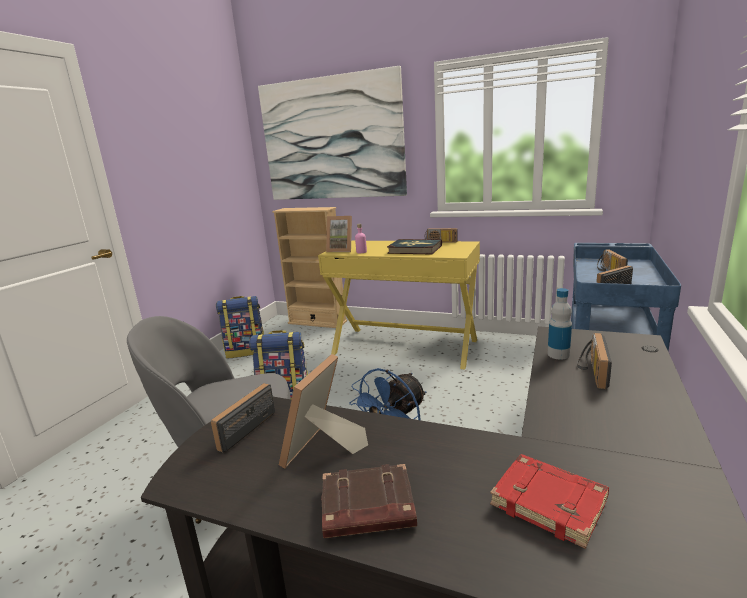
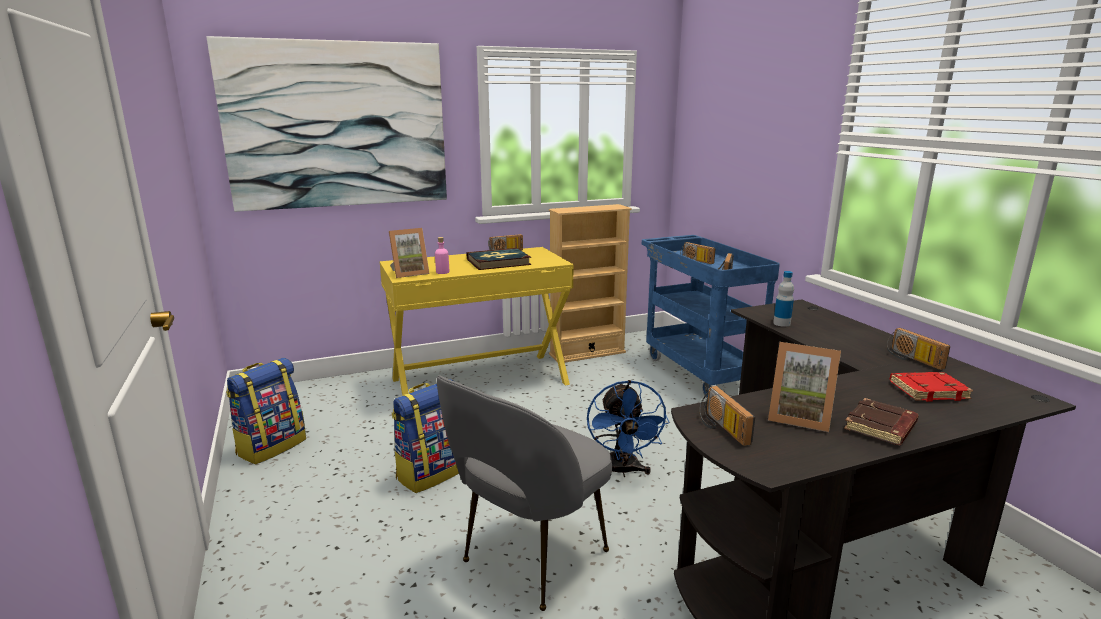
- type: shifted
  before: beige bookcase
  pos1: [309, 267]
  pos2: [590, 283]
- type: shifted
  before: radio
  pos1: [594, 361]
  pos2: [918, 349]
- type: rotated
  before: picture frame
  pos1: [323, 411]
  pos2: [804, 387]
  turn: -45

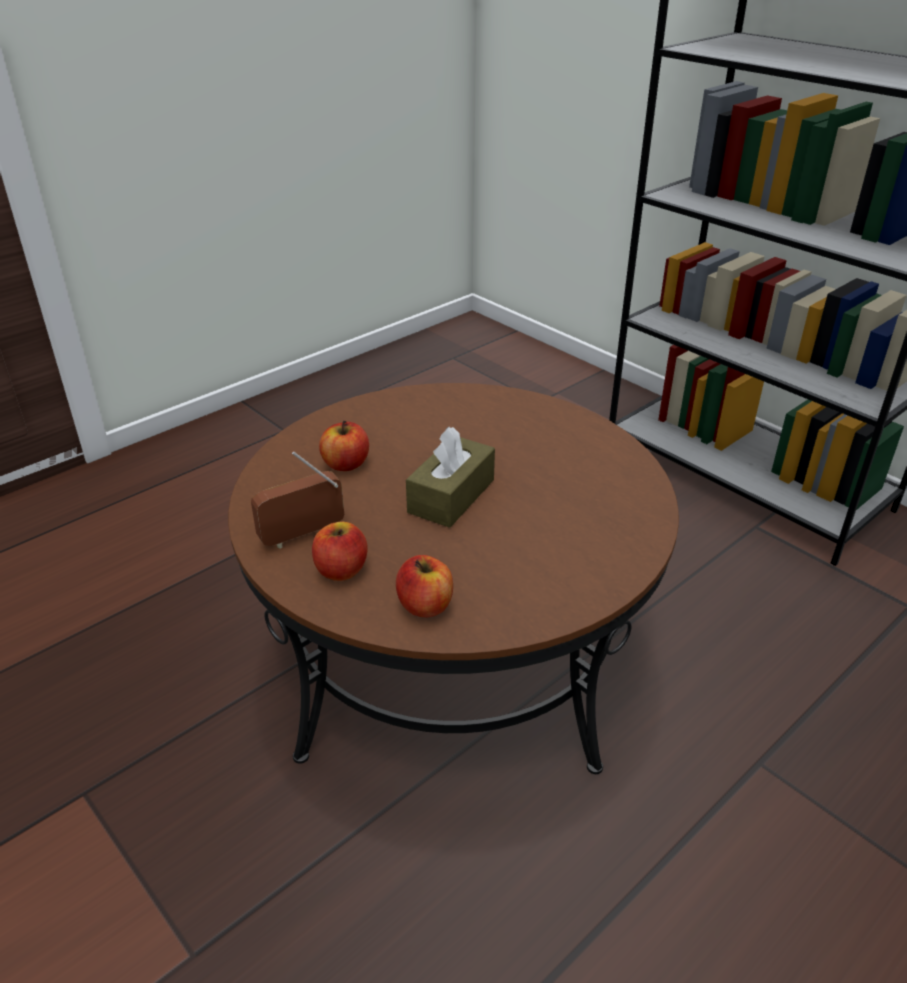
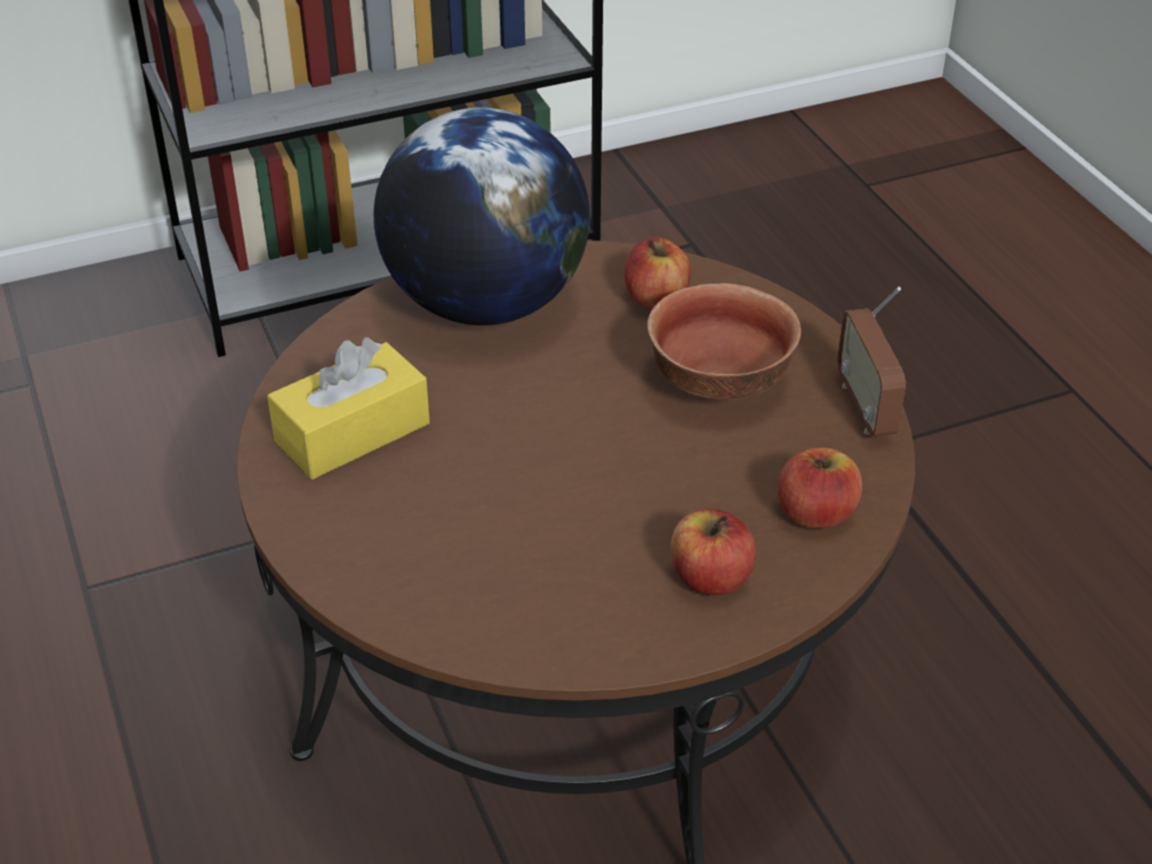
- type: gone
  before: brown tissue box
  pos1: [450, 477]
- type: new
  after: yellow tissue box
  pos2: [348, 409]
- type: new
  after: globe
  pos2: [482, 216]
- type: new
  after: bowl
  pos2: [724, 342]
- type: shifted
  before: radio
  pos1: [297, 500]
  pos2: [871, 362]
- type: shifted
  before: apple
  pos1: [344, 445]
  pos2: [657, 273]

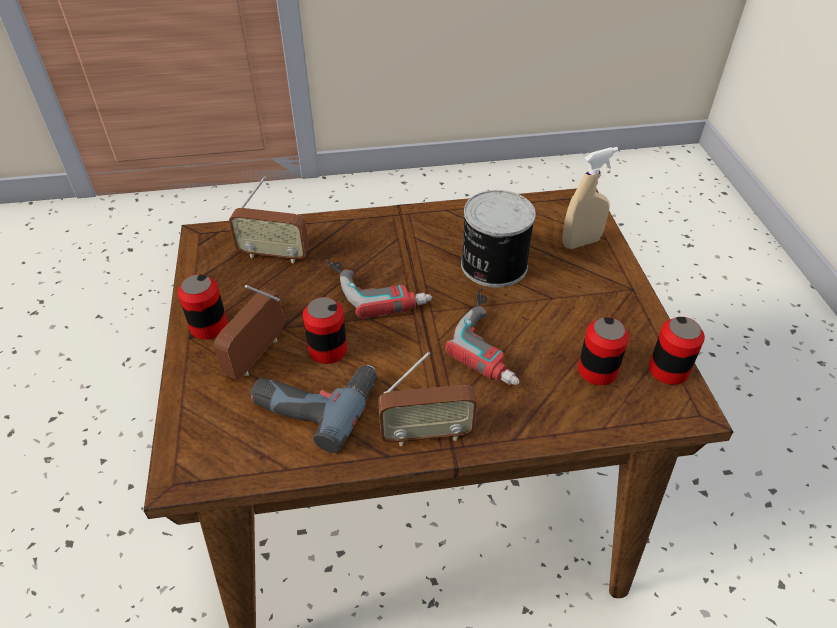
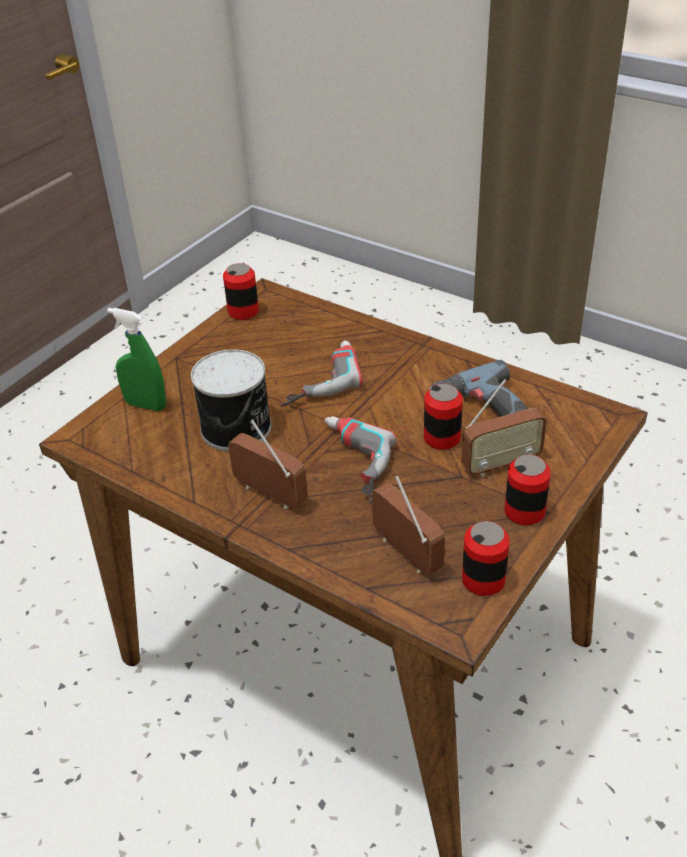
- type: shifted
  before: radio
  pos1: [427, 399]
  pos2: [268, 465]
- type: shifted
  before: can
  pos1: [603, 351]
  pos2: [486, 558]
- type: repainted
  before: beige spray bottle
  after: green spray bottle
  pos1: [590, 198]
  pos2: [136, 359]

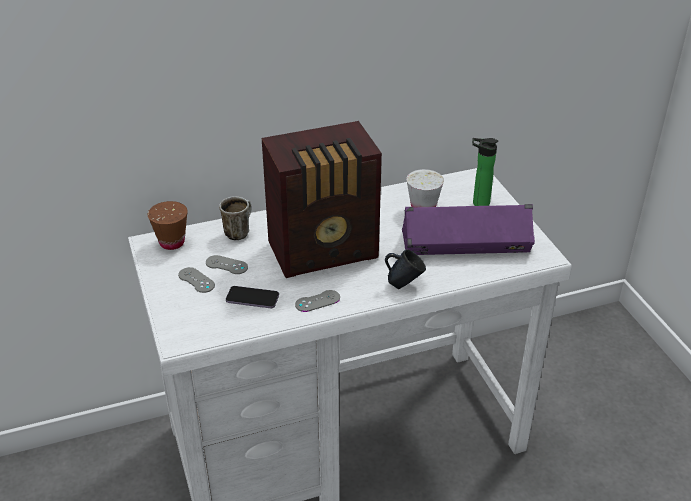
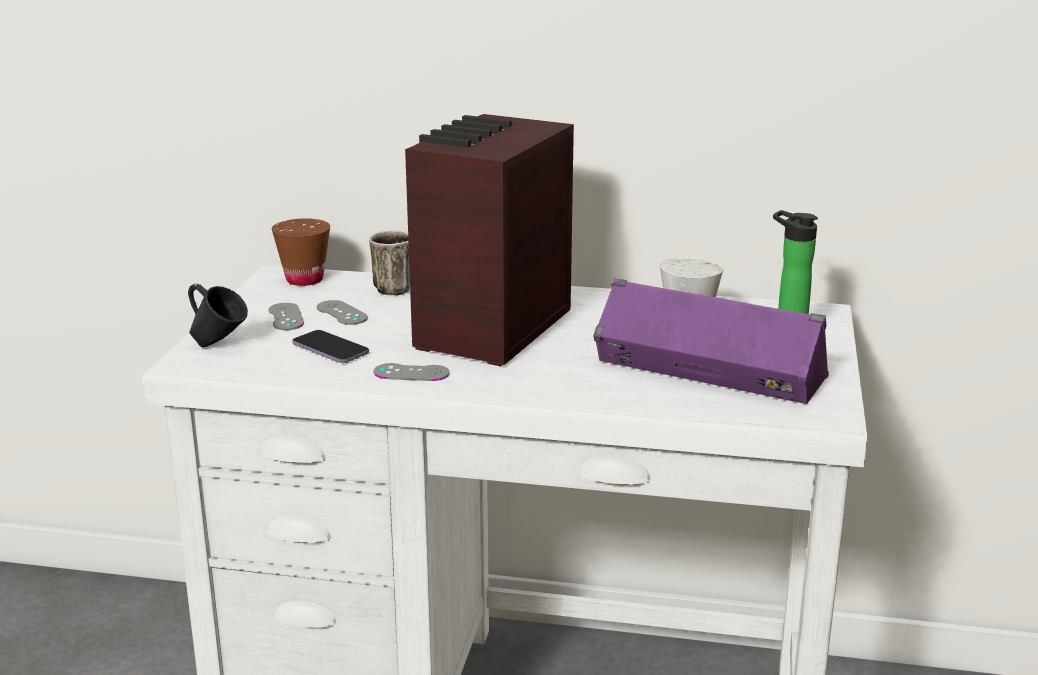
- type: shifted
  before: blue mug
  pos1: [405, 269]
  pos2: [218, 316]
- type: rotated
  before: radio
  pos1: [322, 199]
  pos2: [489, 240]
  turn: 105

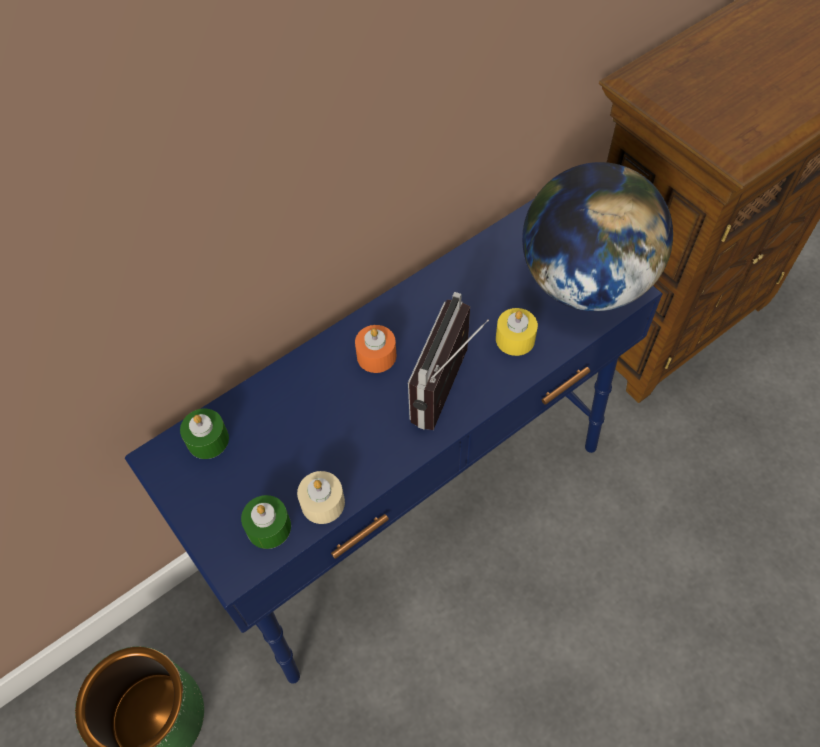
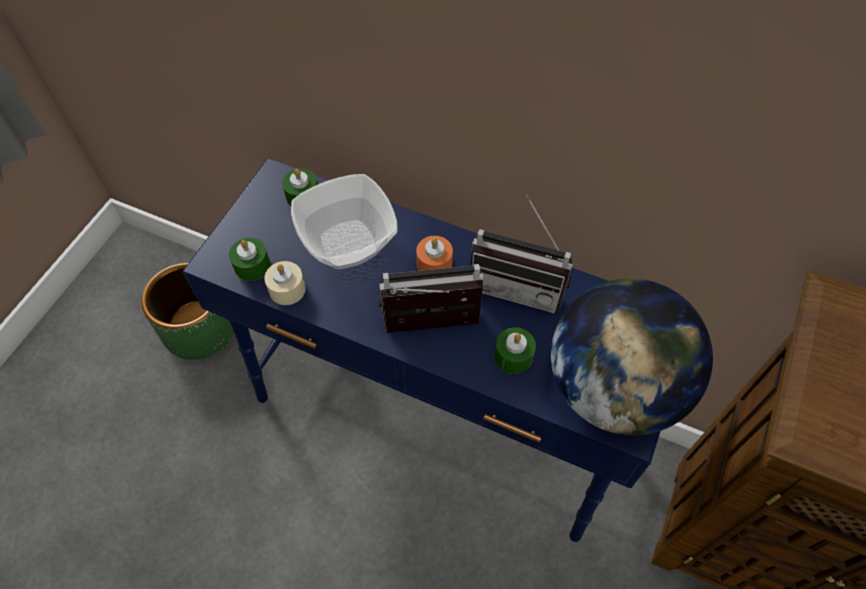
- type: new
  after: bowl
  pos2: [344, 221]
- type: new
  after: radio
  pos2: [521, 254]
- type: repainted
  before: yellow candle
  after: green candle
  pos1: [517, 332]
  pos2: [515, 350]

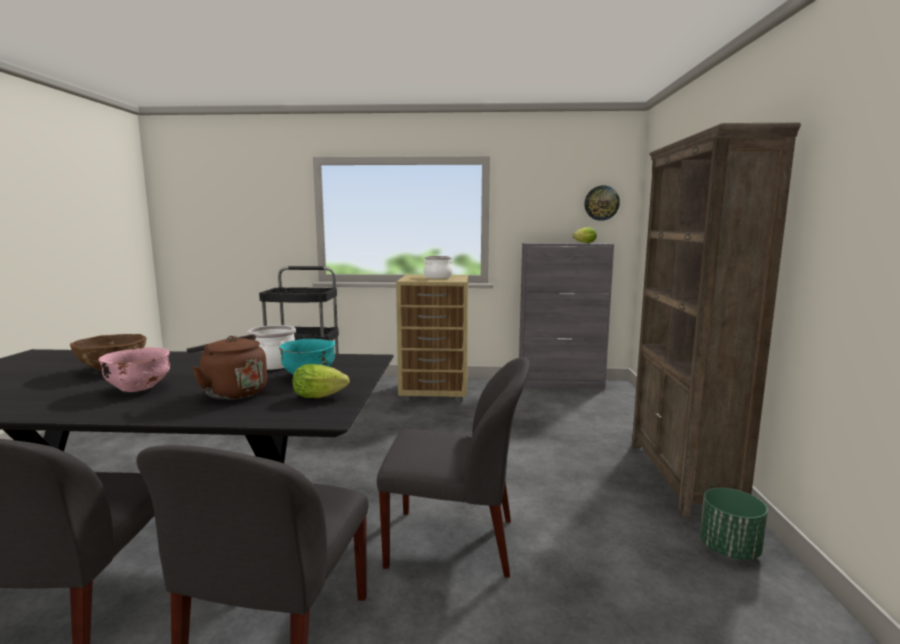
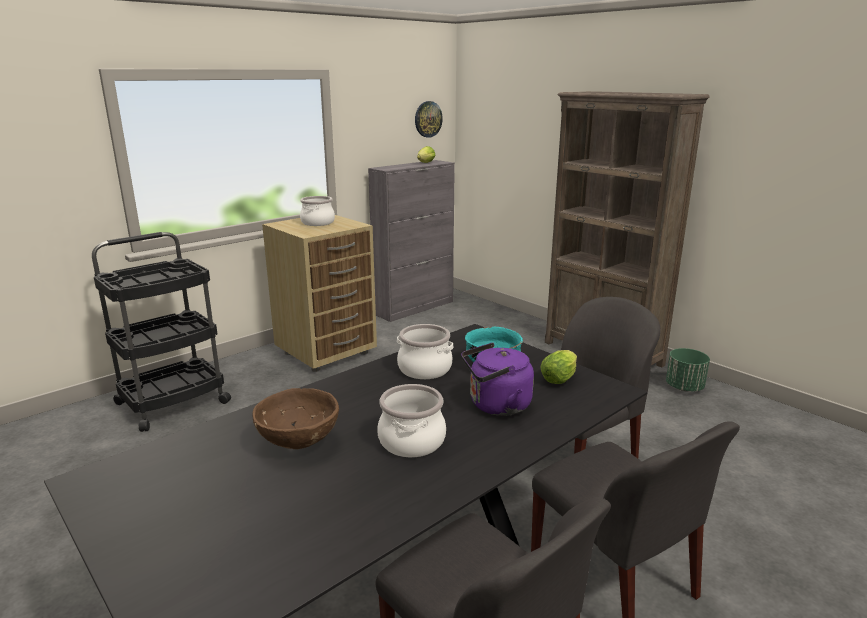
- type: swapped
  before: pink bowl
  after: cooking pot
  pos1: [134, 369]
  pos2: [411, 420]
- type: repainted
  before: brown kettle
  after: purple kettle
  pos1: [227, 367]
  pos2: [497, 379]

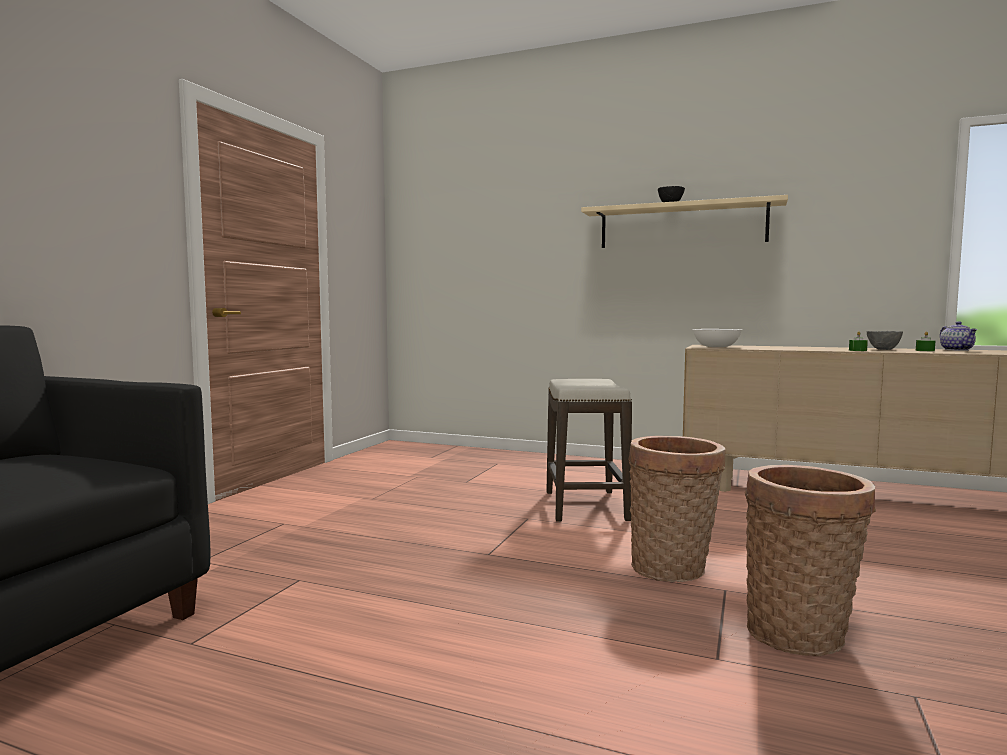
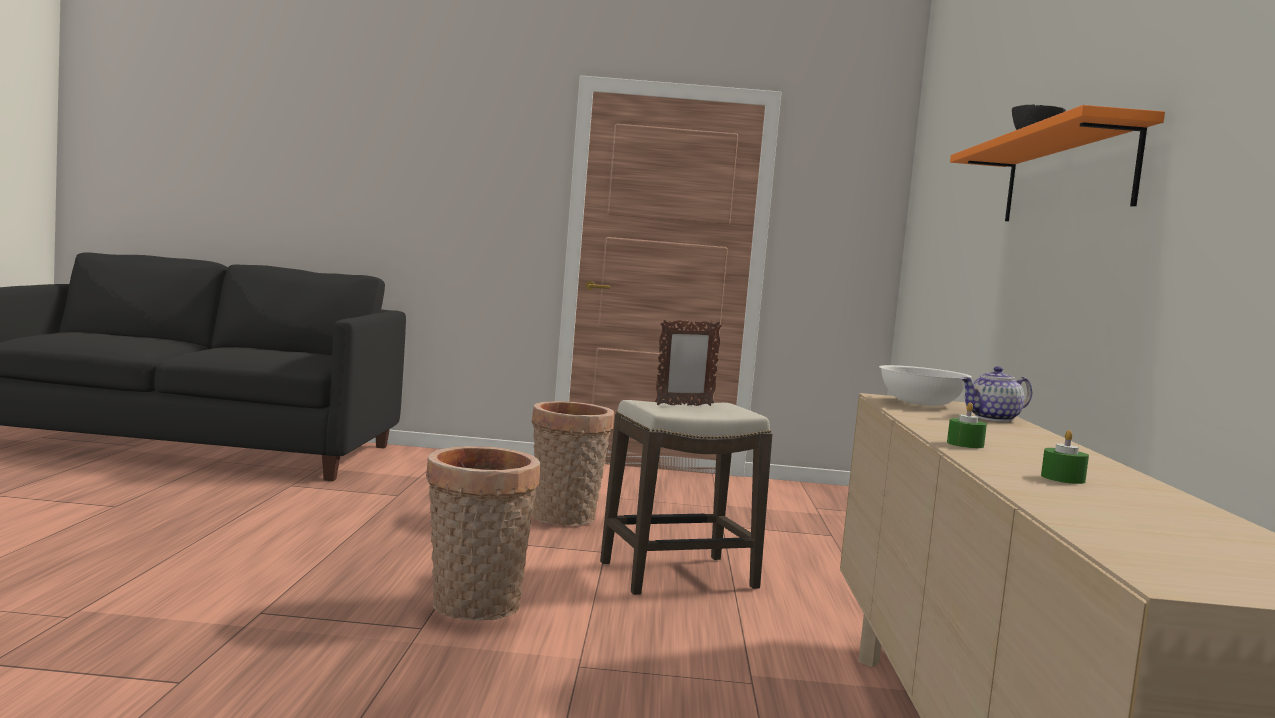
- type: gone
  before: grey bowl
  pos1: [885, 340]
- type: new
  after: picture frame
  pos2: [688, 362]
- type: shifted
  before: basket
  pos1: [810, 560]
  pos2: [573, 463]
- type: shifted
  before: teapot
  pos1: [959, 336]
  pos2: [996, 394]
- type: repainted
  before: beige shelf
  after: orange shelf
  pos1: [684, 221]
  pos2: [1057, 163]

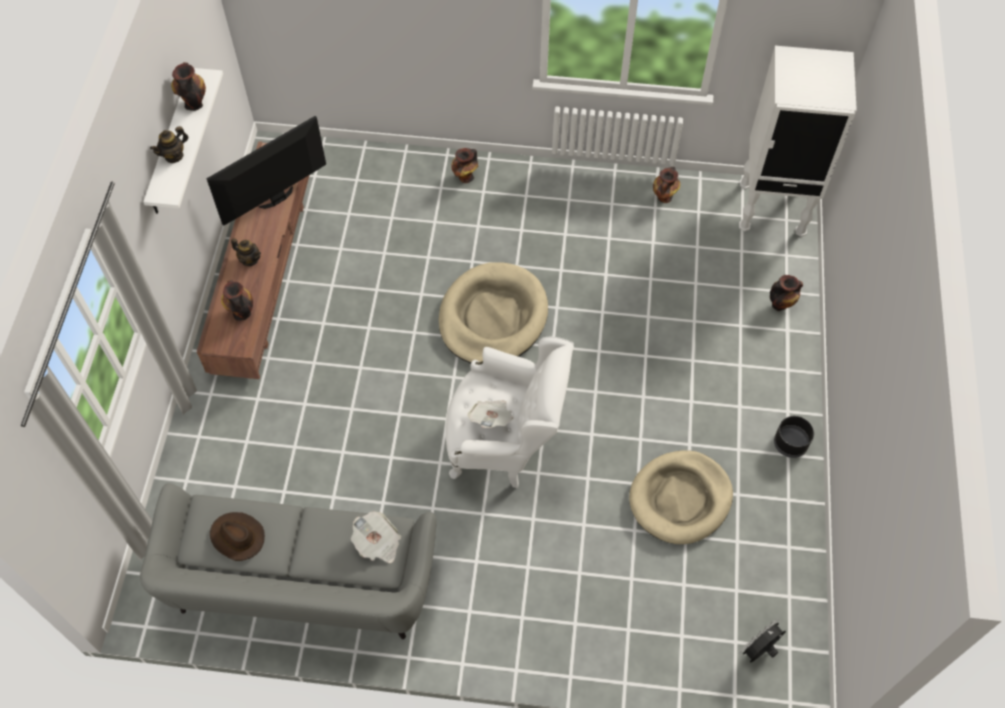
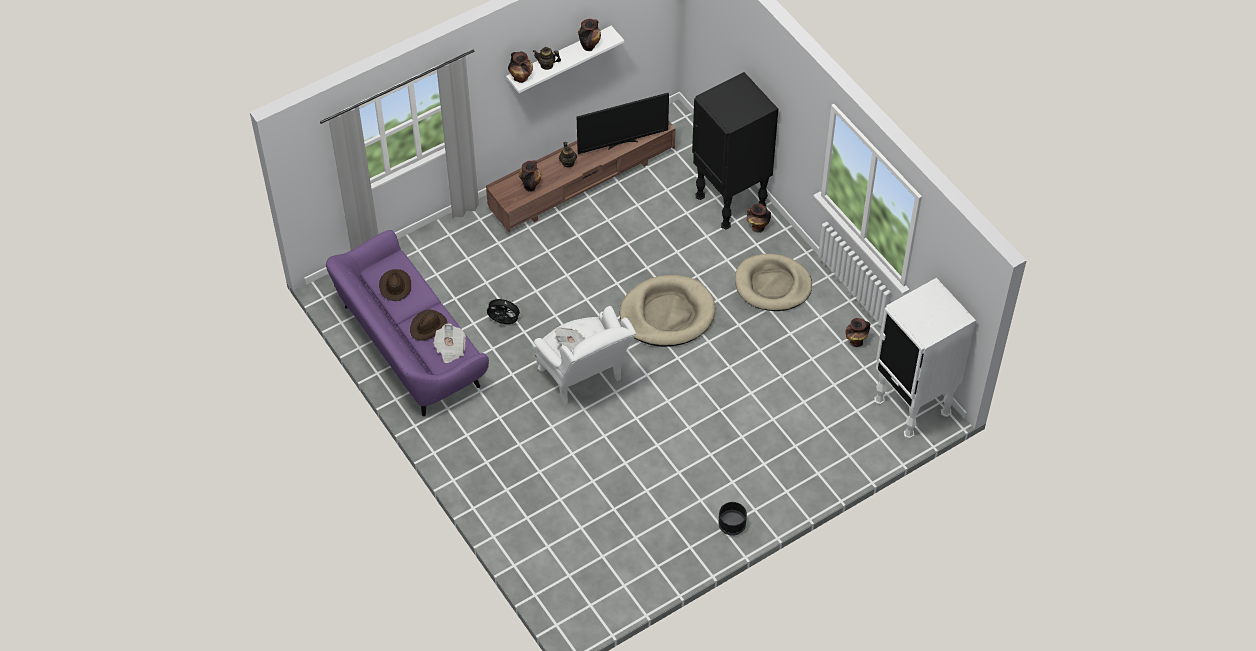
- type: new
  after: brown hat
  pos2: [428, 325]
- type: new
  after: black cabinet
  pos2: [735, 151]
- type: shifted
  before: beige dog bed
  pos1: [681, 497]
  pos2: [773, 282]
- type: shifted
  before: black fan
  pos1: [762, 641]
  pos2: [504, 310]
- type: shifted
  before: vase
  pos1: [786, 293]
  pos2: [520, 67]
- type: repainted
  before: grey sofa
  after: purple sofa
  pos1: [288, 561]
  pos2: [407, 323]
- type: rotated
  before: television
  pos1: [266, 171]
  pos2: [623, 123]
  turn: 150

